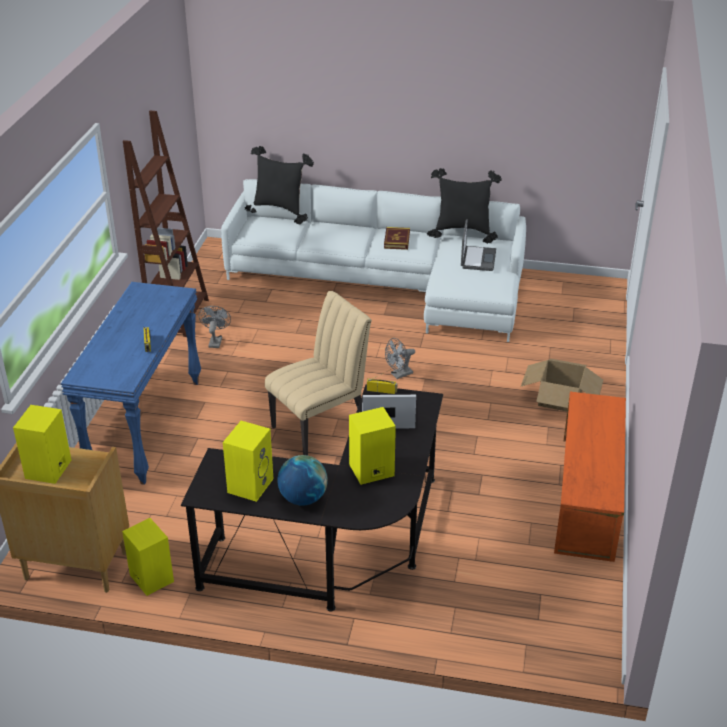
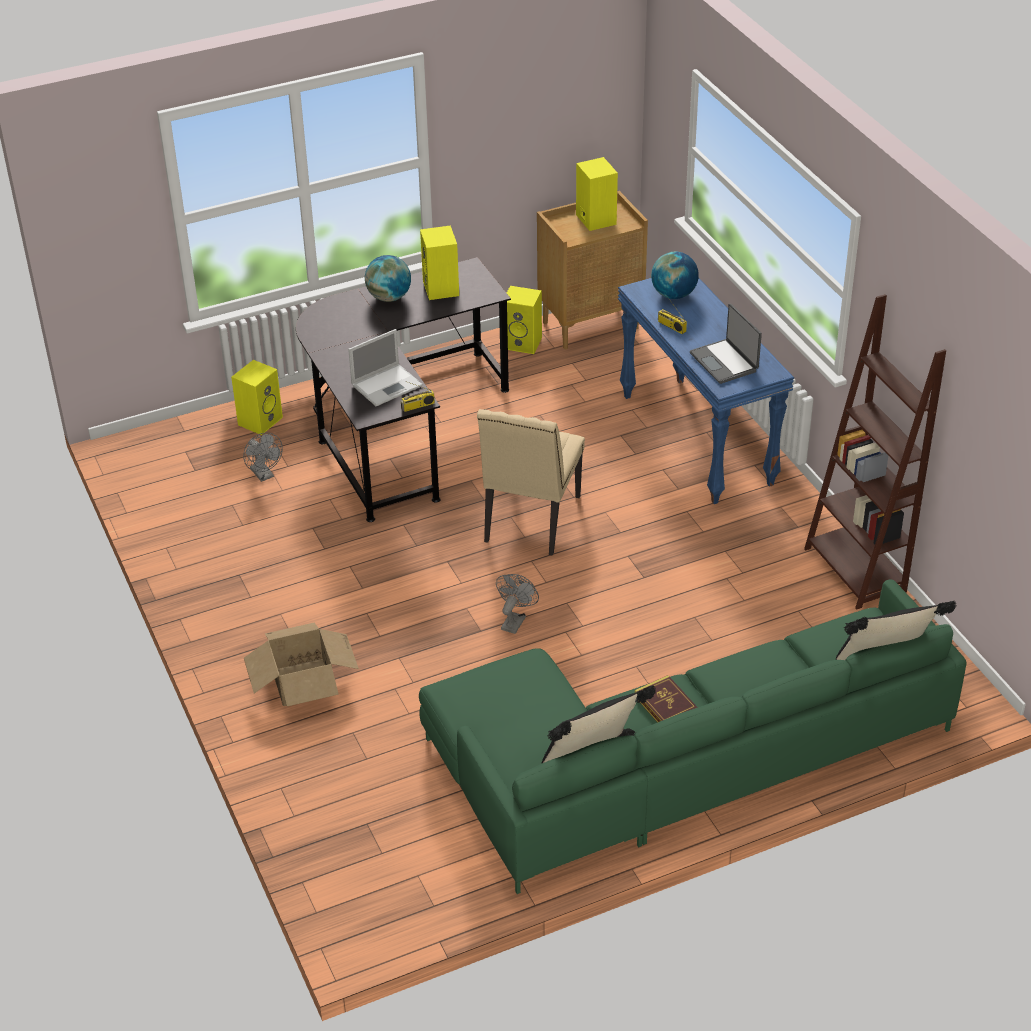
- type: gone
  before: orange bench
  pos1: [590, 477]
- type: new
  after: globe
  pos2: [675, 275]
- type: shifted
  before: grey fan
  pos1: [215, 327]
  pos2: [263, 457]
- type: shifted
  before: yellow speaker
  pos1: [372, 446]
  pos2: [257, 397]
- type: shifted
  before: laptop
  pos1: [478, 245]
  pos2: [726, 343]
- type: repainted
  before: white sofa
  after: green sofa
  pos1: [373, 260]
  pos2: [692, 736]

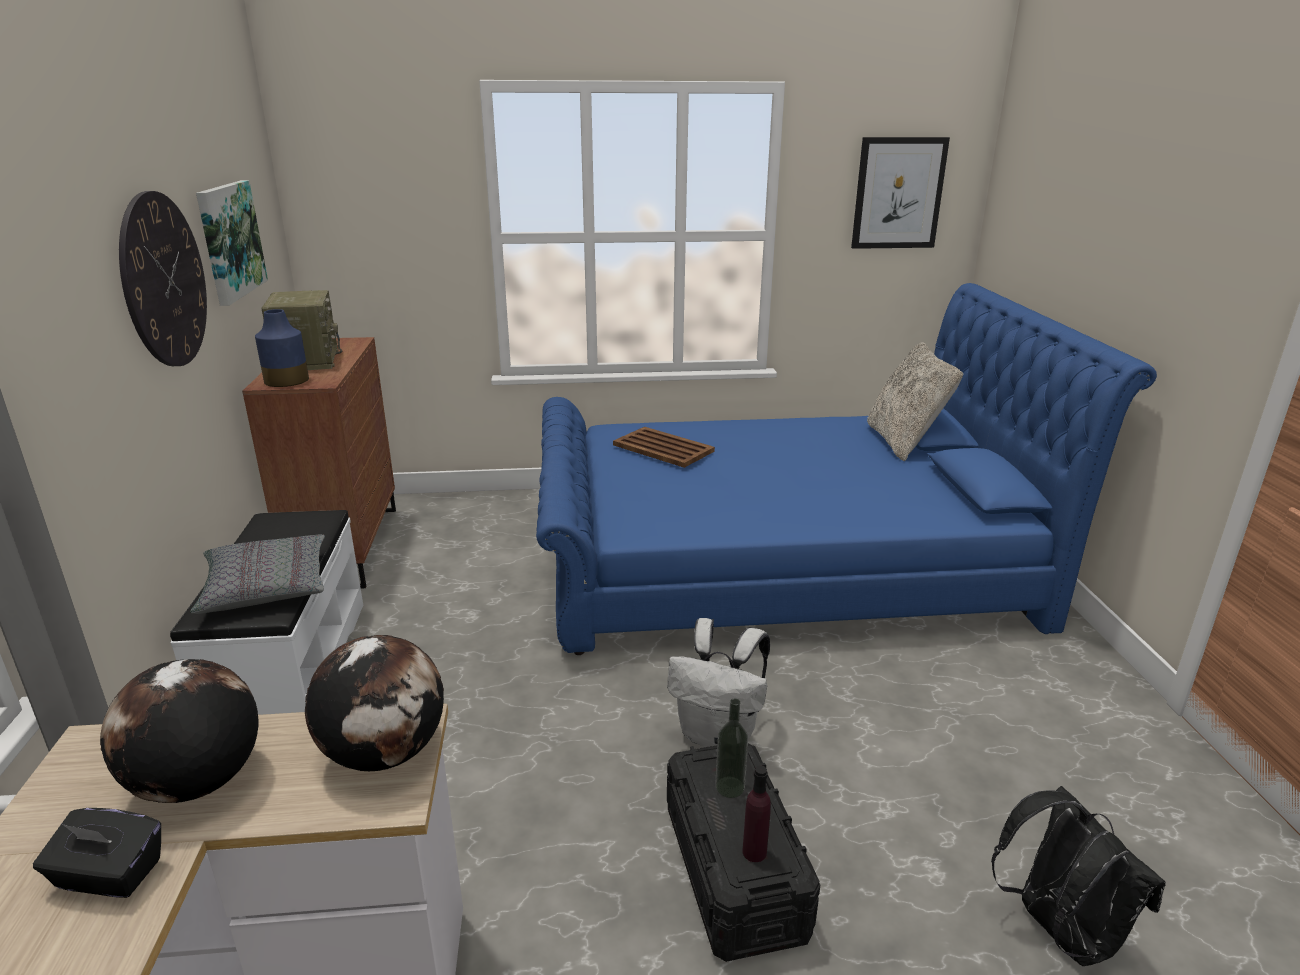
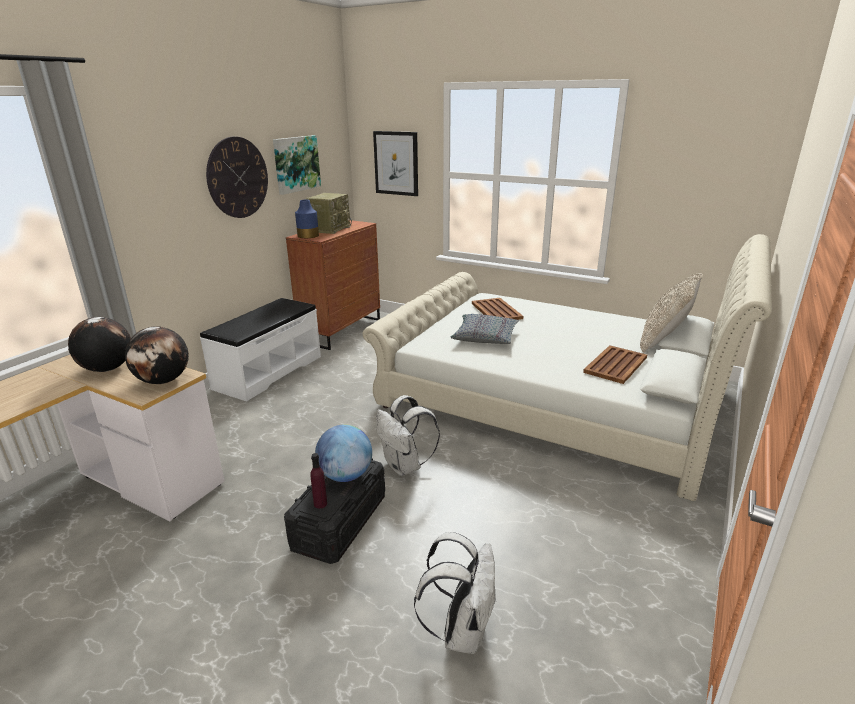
- type: gone
  before: black tissue box
  pos1: [97, 853]
- type: new
  after: brown tray
  pos2: [615, 364]
- type: shifted
  before: grey pillow
  pos1: [257, 574]
  pos2: [485, 329]
- type: shifted
  before: picture
  pos1: [900, 193]
  pos2: [395, 163]
- type: swapped
  before: bottle
  after: globe
  pos1: [731, 748]
  pos2: [343, 453]
- type: repainted
  before: blue bed
  after: beige bed
  pos1: [846, 469]
  pos2: [567, 367]
- type: repainted
  before: black backpack
  after: white backpack
  pos1: [1078, 876]
  pos2: [455, 593]

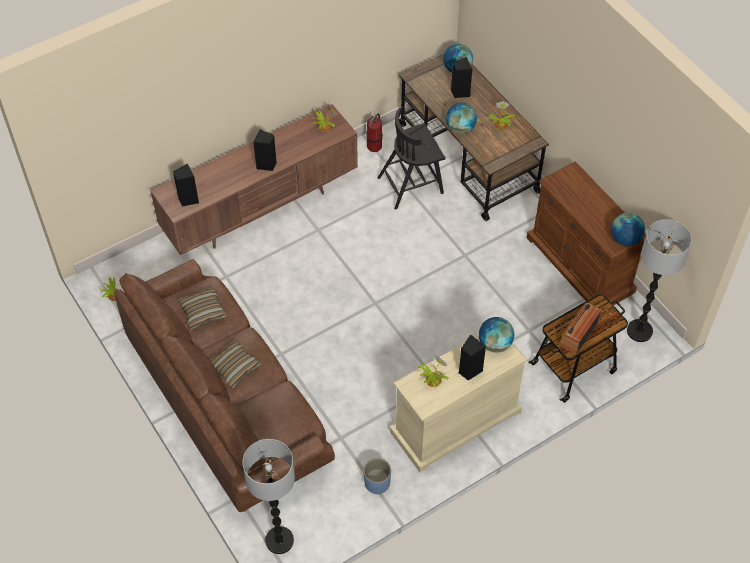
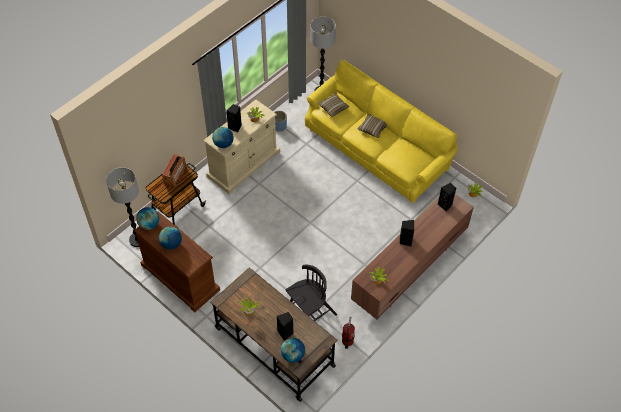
- type: shifted
  before: pillow
  pos1: [202, 308]
  pos2: [334, 105]
- type: shifted
  before: globe
  pos1: [461, 118]
  pos2: [170, 238]
- type: repainted
  before: brown sofa
  after: yellow sofa
  pos1: [224, 385]
  pos2: [381, 131]

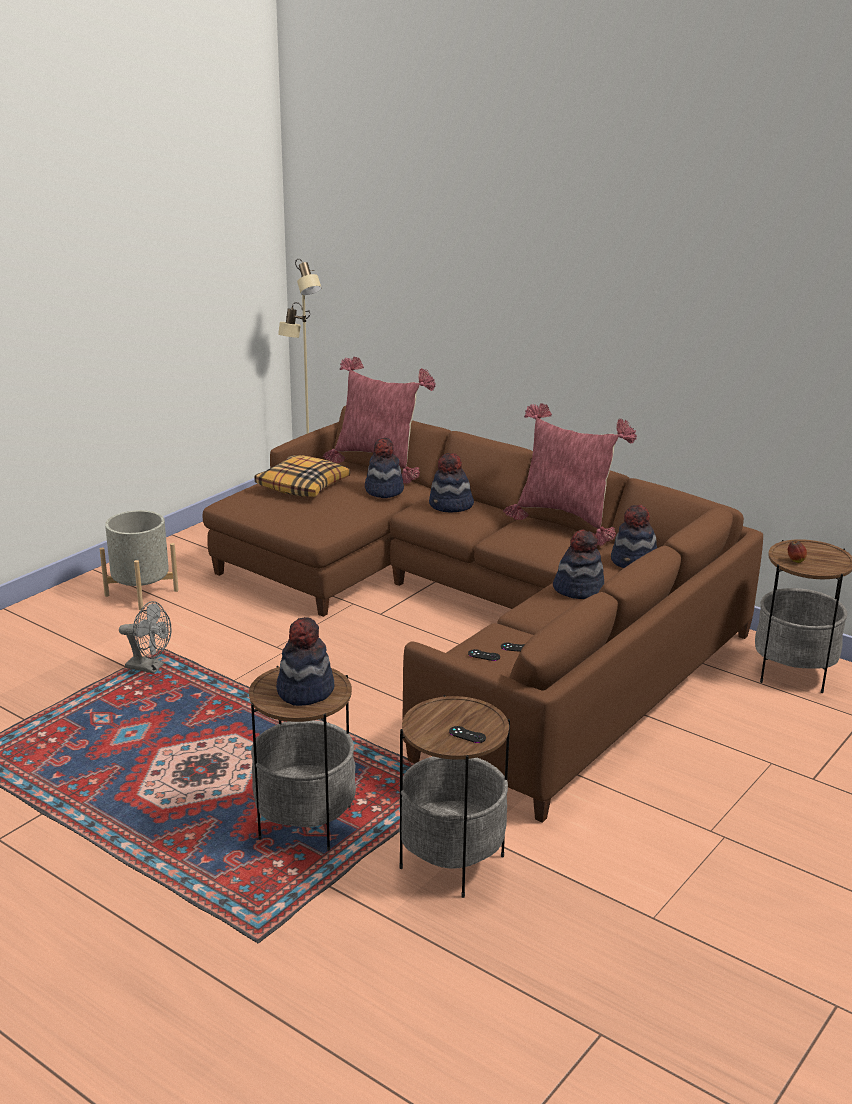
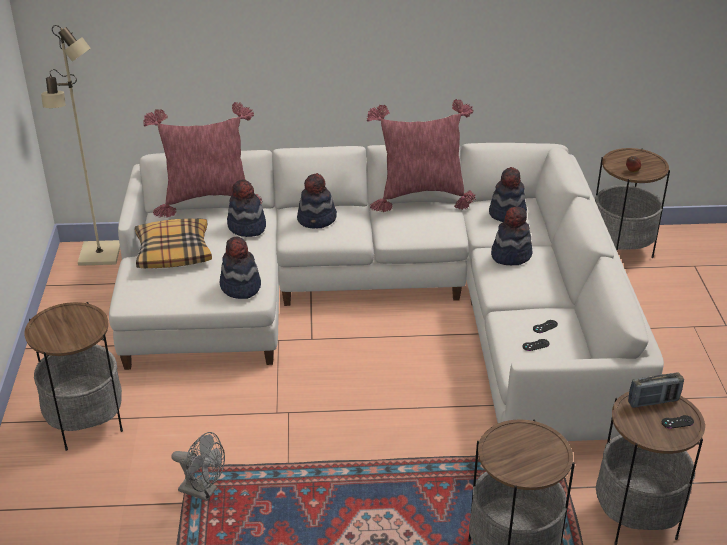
- type: new
  after: radio
  pos2: [656, 390]
- type: shifted
  before: hat
  pos1: [305, 661]
  pos2: [240, 267]
- type: swapped
  before: grey planter
  after: side table
  pos1: [139, 560]
  pos2: [73, 376]
- type: repainted
  before: brown sofa
  after: white sofa
  pos1: [483, 614]
  pos2: [386, 292]
- type: rotated
  before: grey fan
  pos1: [145, 637]
  pos2: [198, 466]
  turn: 45

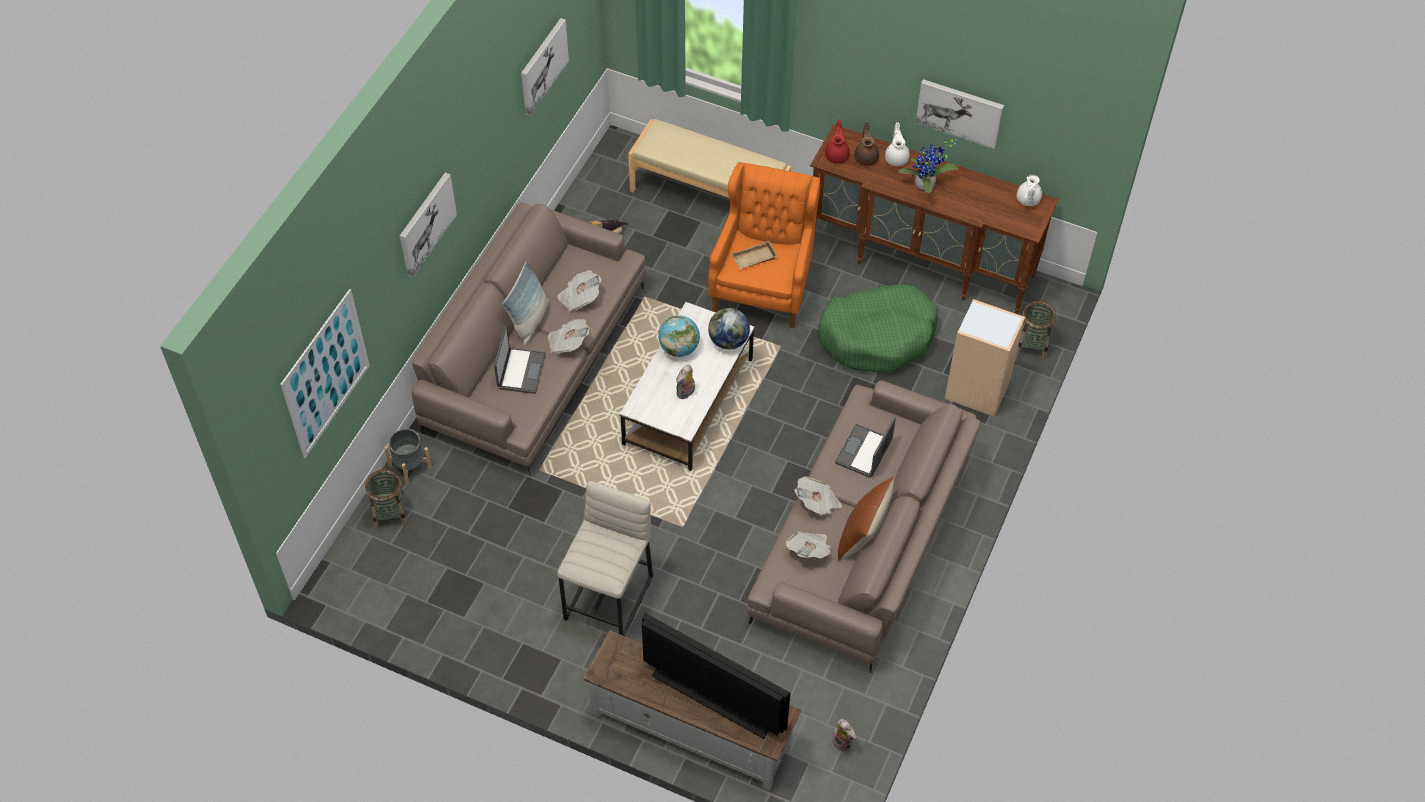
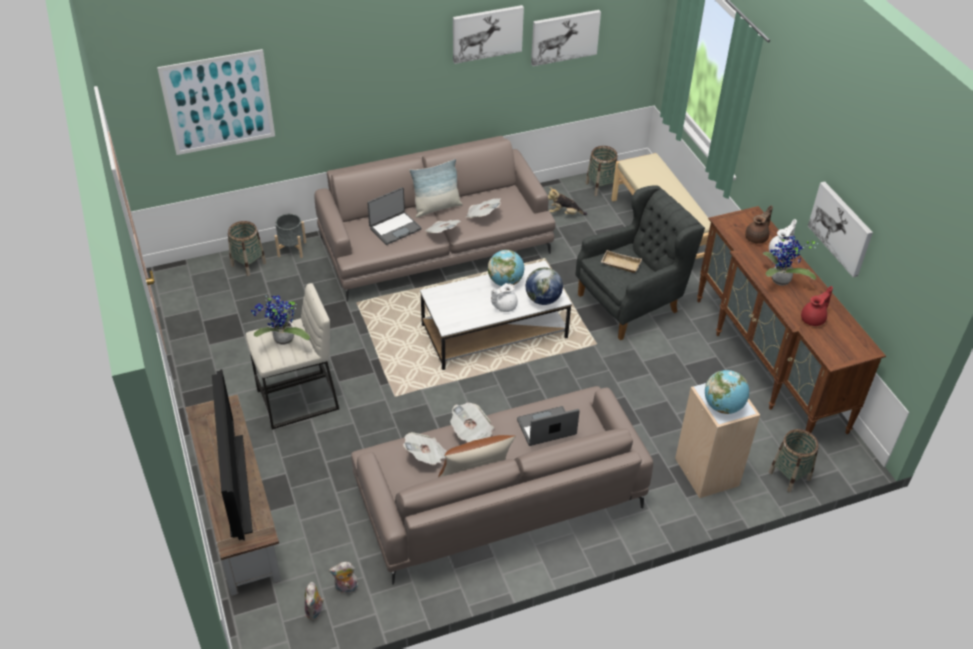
- type: gone
  before: green dog bed
  pos1: [877, 328]
- type: new
  after: potted plant
  pos2: [280, 320]
- type: new
  after: basket
  pos2: [602, 171]
- type: new
  after: globe
  pos2: [727, 392]
- type: shifted
  before: picture
  pos1: [428, 225]
  pos2: [488, 34]
- type: shifted
  before: plush toy
  pos1: [685, 381]
  pos2: [344, 577]
- type: shifted
  before: red teapot
  pos1: [837, 142]
  pos2: [817, 306]
- type: shifted
  before: white teapot
  pos1: [1029, 190]
  pos2: [504, 297]
- type: repainted
  before: orange armchair
  after: grey armchair
  pos1: [764, 245]
  pos2: [640, 262]

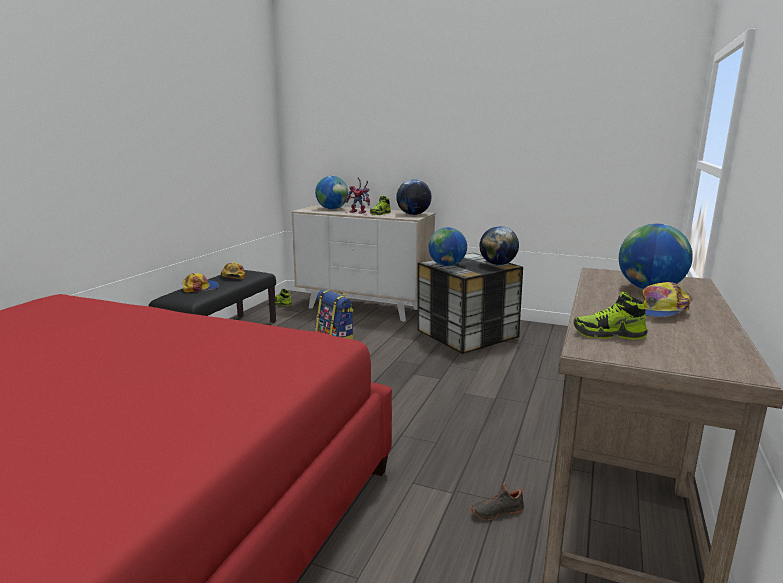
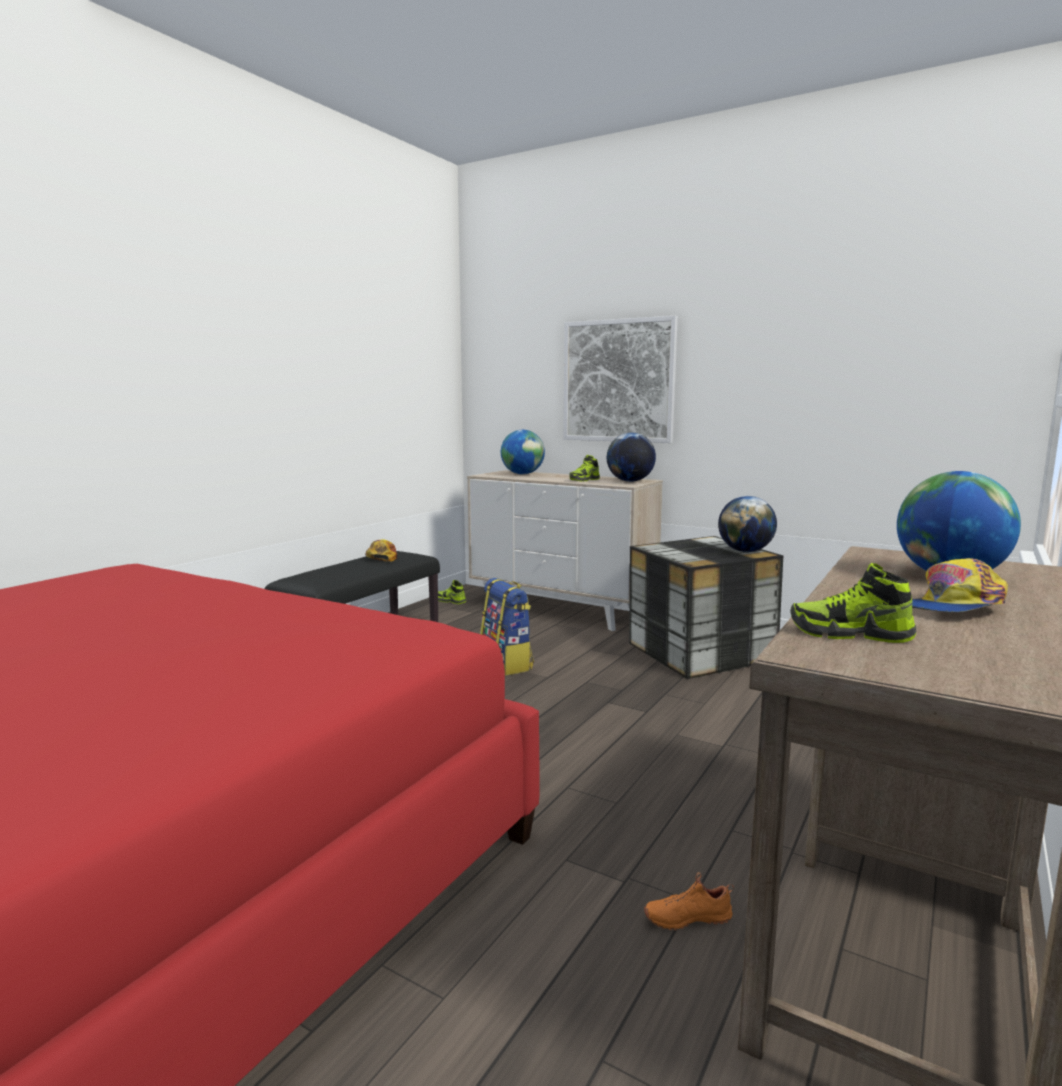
- type: gone
  before: cap
  pos1: [200, 282]
- type: gone
  before: toy robot
  pos1: [358, 196]
- type: gone
  before: globe
  pos1: [447, 246]
- type: new
  after: picture
  pos2: [620, 379]
- type: repainted
  before: black shoe
  after: orange shoe
  pos1: [498, 501]
  pos2: [689, 901]

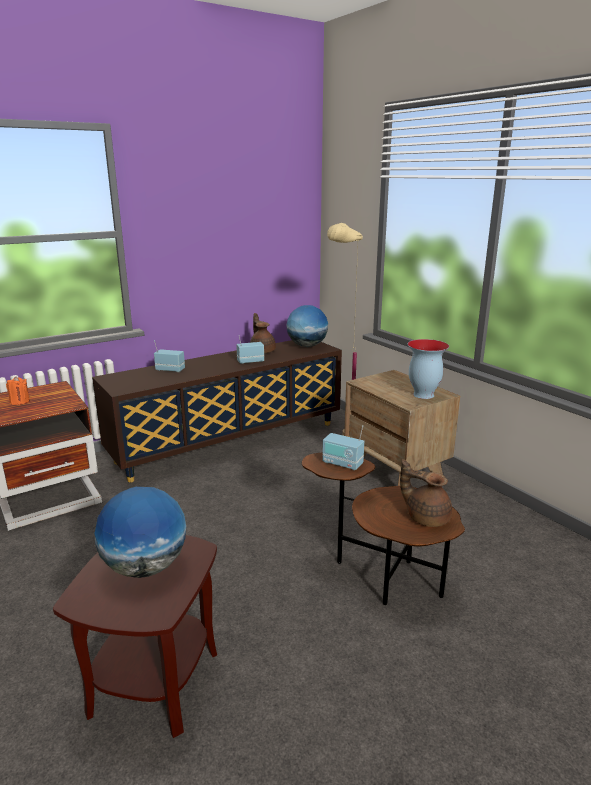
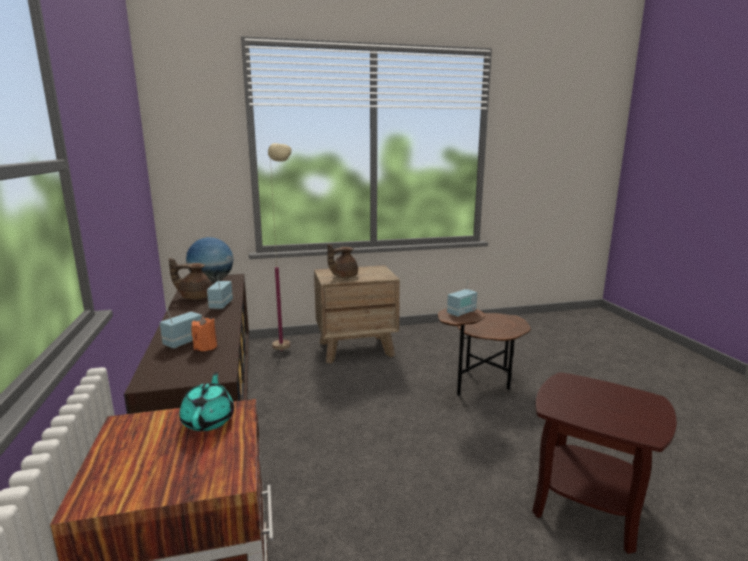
- type: gone
  before: globe
  pos1: [140, 532]
- type: gone
  before: vase
  pos1: [428, 369]
- type: new
  after: turquoise teapot
  pos2: [206, 401]
- type: shifted
  before: orange candle
  pos1: [18, 391]
  pos2: [204, 333]
- type: shifted
  before: brown teapot
  pos1: [426, 493]
  pos2: [342, 261]

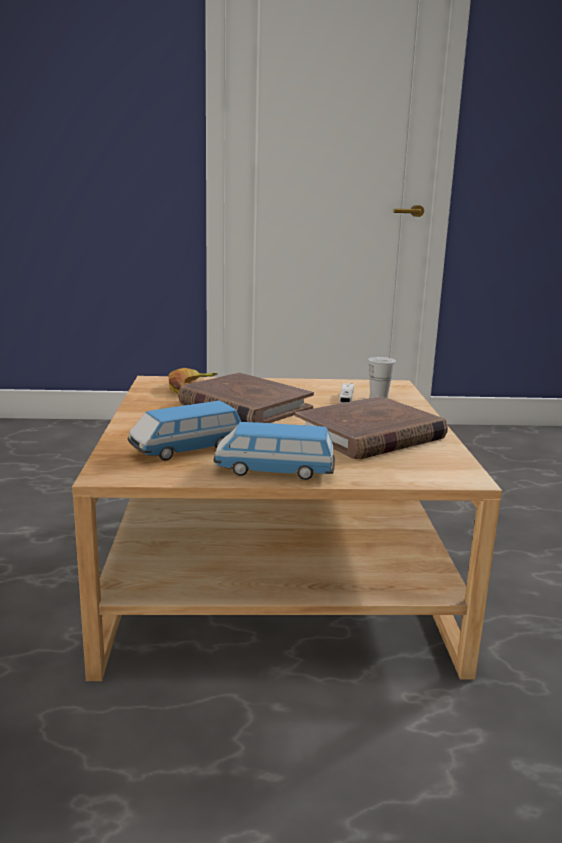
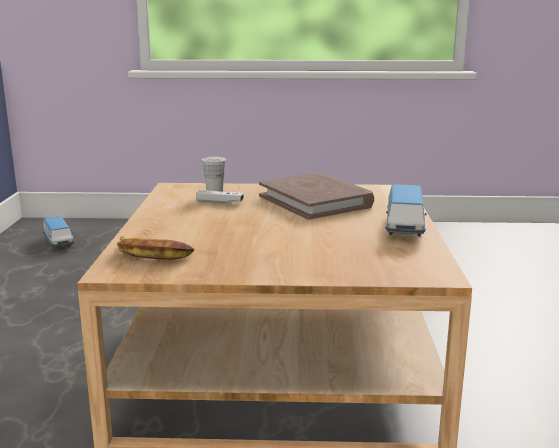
- type: gone
  before: brown book
  pos1: [246, 398]
- type: shifted
  before: toy car
  pos1: [184, 431]
  pos2: [58, 232]

